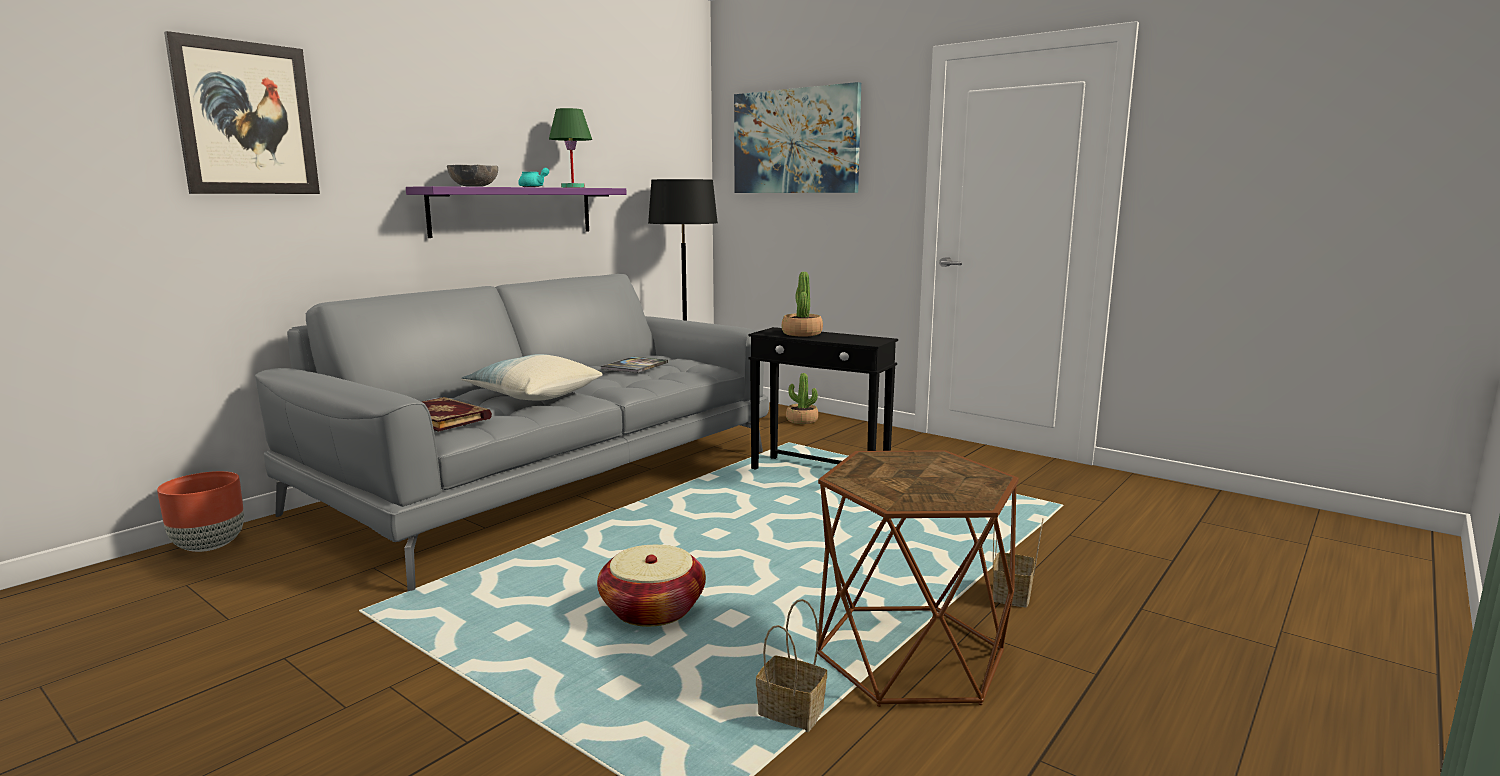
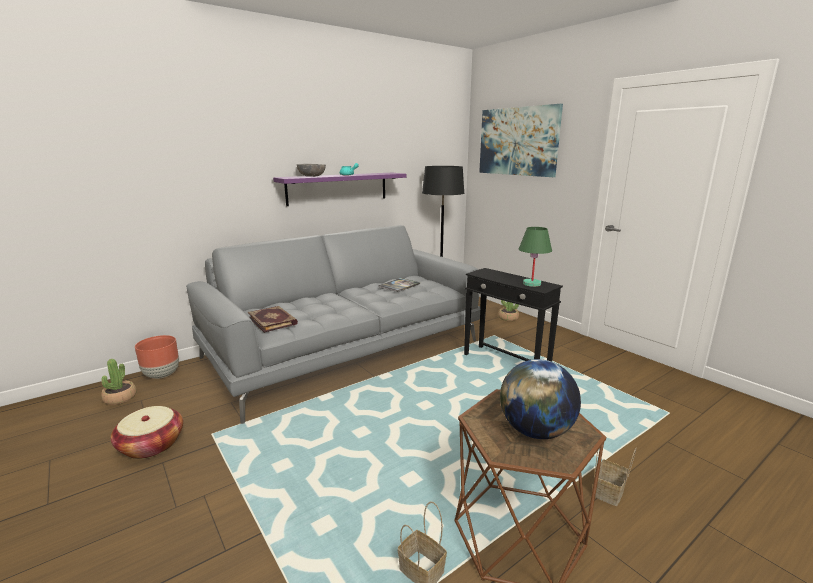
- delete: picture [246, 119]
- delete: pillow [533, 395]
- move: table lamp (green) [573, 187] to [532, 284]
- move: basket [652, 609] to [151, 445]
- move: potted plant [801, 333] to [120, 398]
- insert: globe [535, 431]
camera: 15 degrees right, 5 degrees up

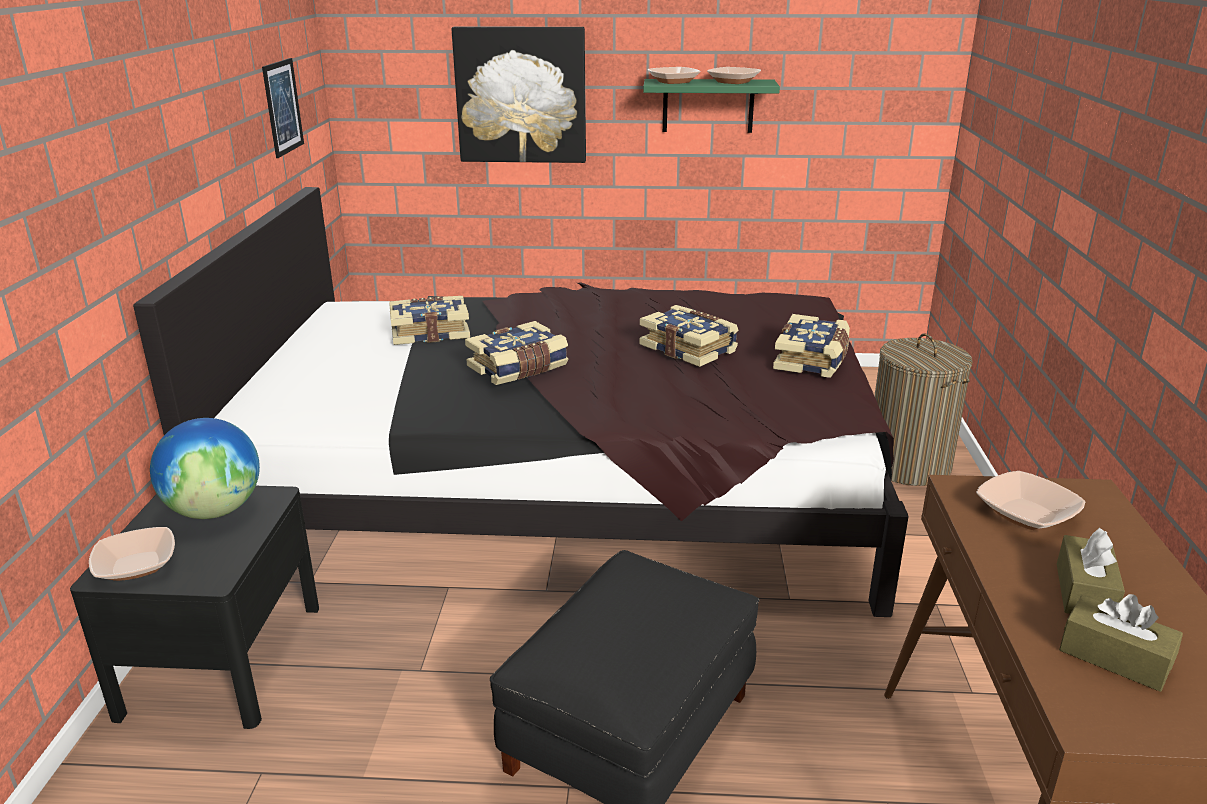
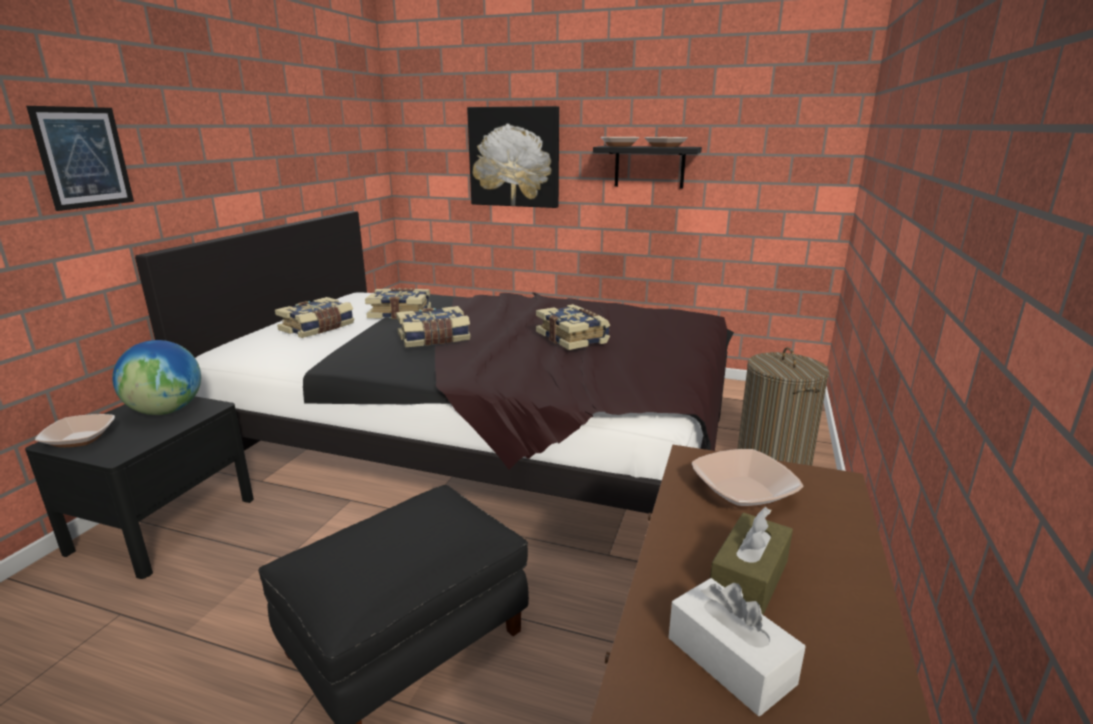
- move: picture [283, 107] to [83, 157]
- recolor: shelf (green) [708, 105] to shelf (black) [649, 167]
- move: book [812, 360] to [318, 328]
- recolor: tissue box (brown) [1114, 657] to tissue box (white) [730, 660]
camera: 15 degrees right, 5 degrees down

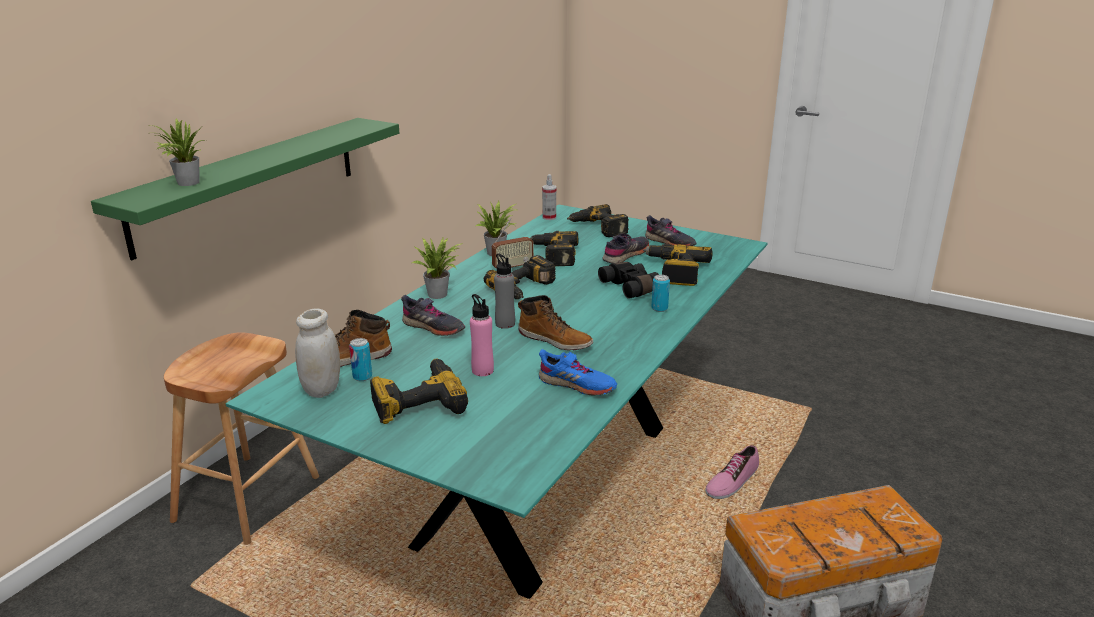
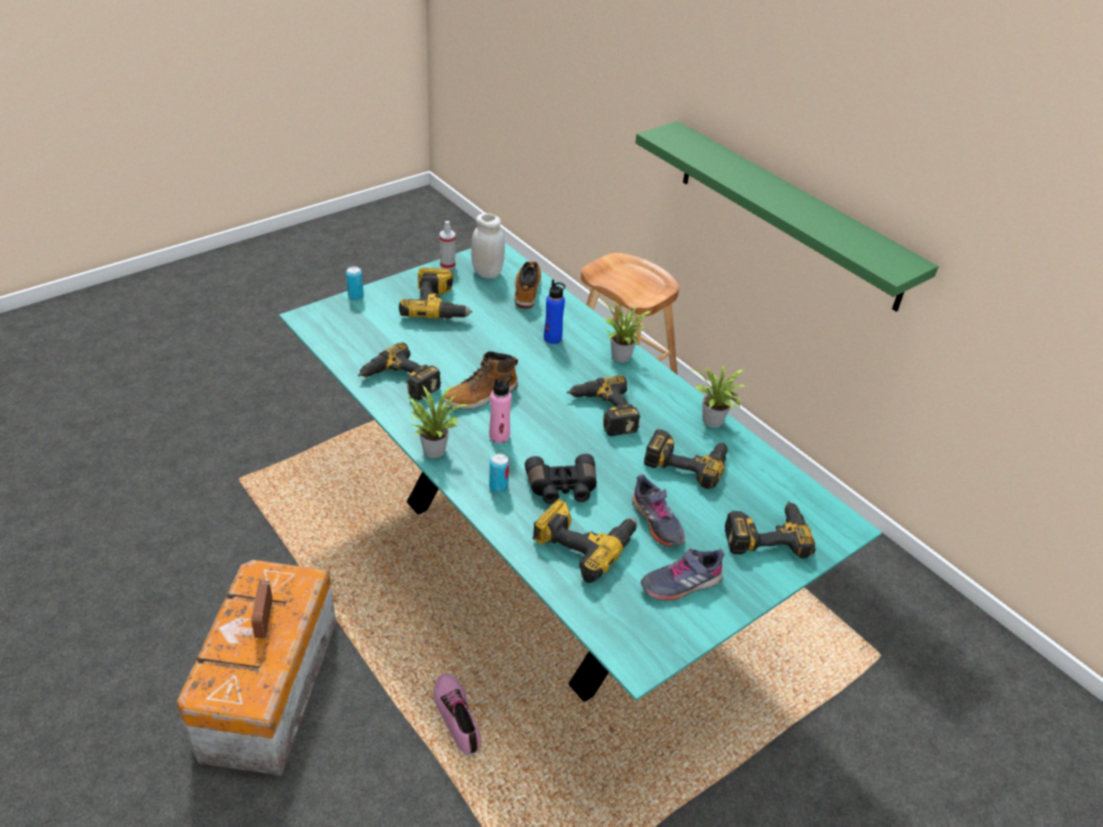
- move: potted plant [185, 183] to [434, 448]
- move: can [362, 376] to [355, 296]
- replace: shoe (grey) [433, 327] to bottle (blue) [552, 338]
- move: bottle (pink) [482, 370] to [499, 436]
- move: radio [512, 267] to [265, 621]
- delete: bottle (grey) [505, 324]
- replace: shoe (blue) [577, 385] to power drill [399, 382]
- move: spray bottle [549, 217] to [447, 265]
camera: 110 degrees right, 15 degrees up

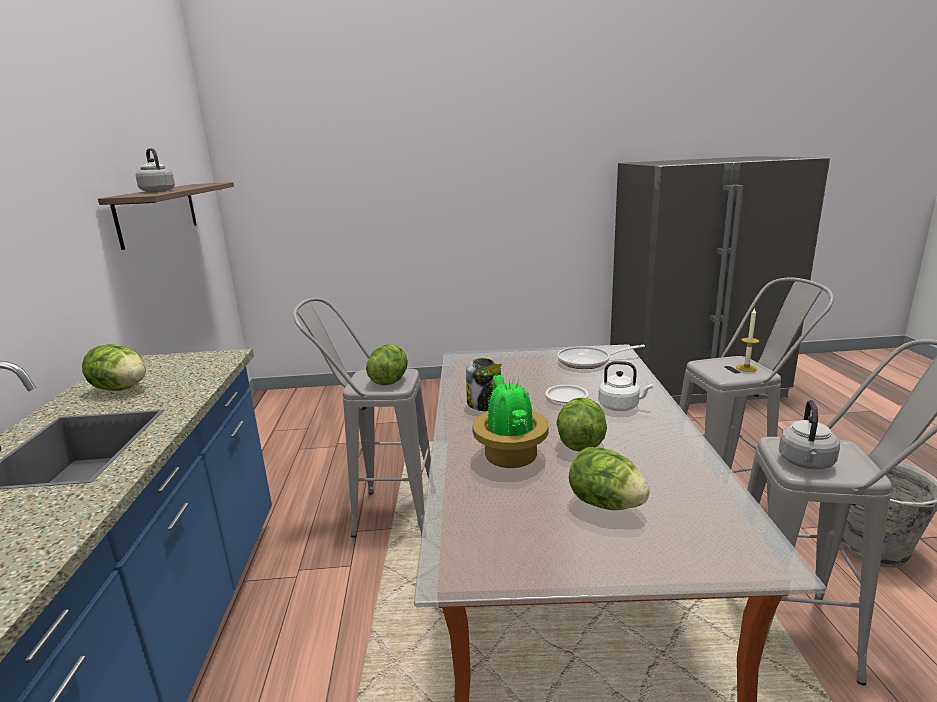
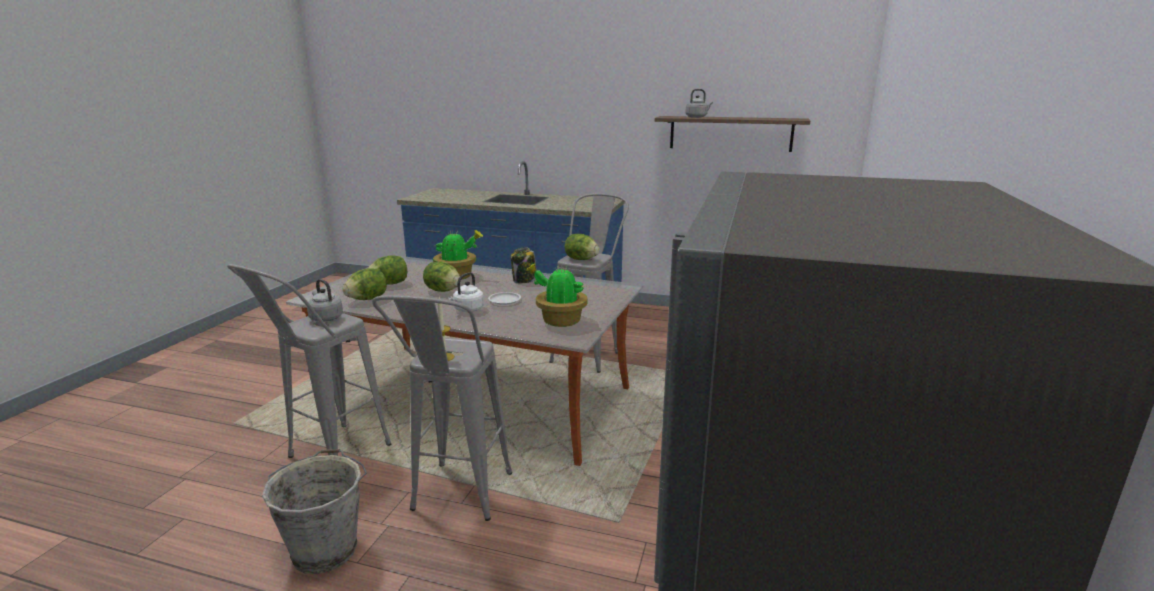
- move: lettuce [121, 389] to [367, 299]
- replace: frying pan [588, 362] to potted plant [559, 321]
camera: 110 degrees right, 0 degrees up

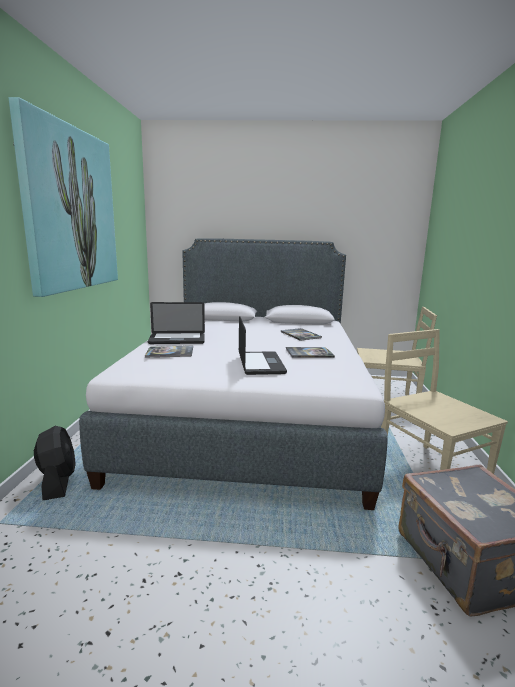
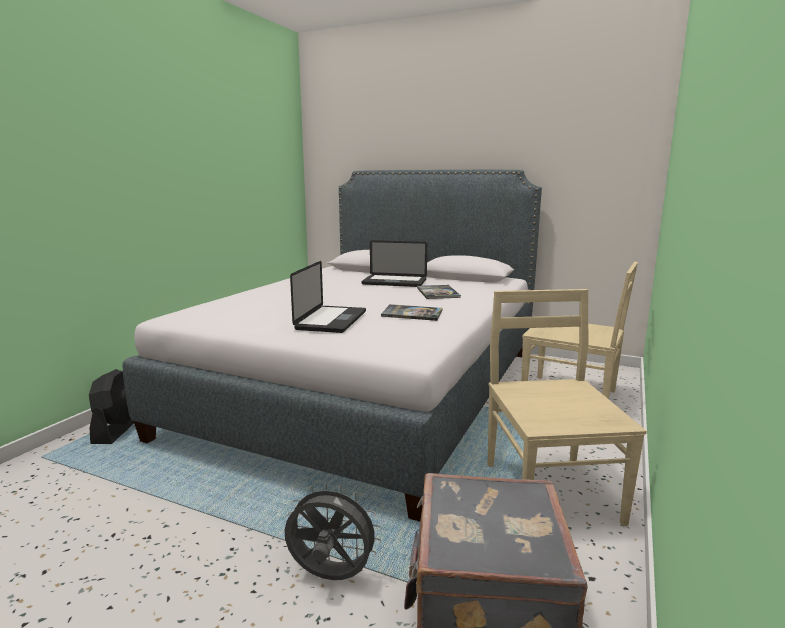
- delete: picture [70, 210]
- delete: book [170, 352]
- move: laptop [177, 339] to [394, 282]
- insert: fan (grey) [330, 577]
camera: 20 degrees right, 0 degrees up

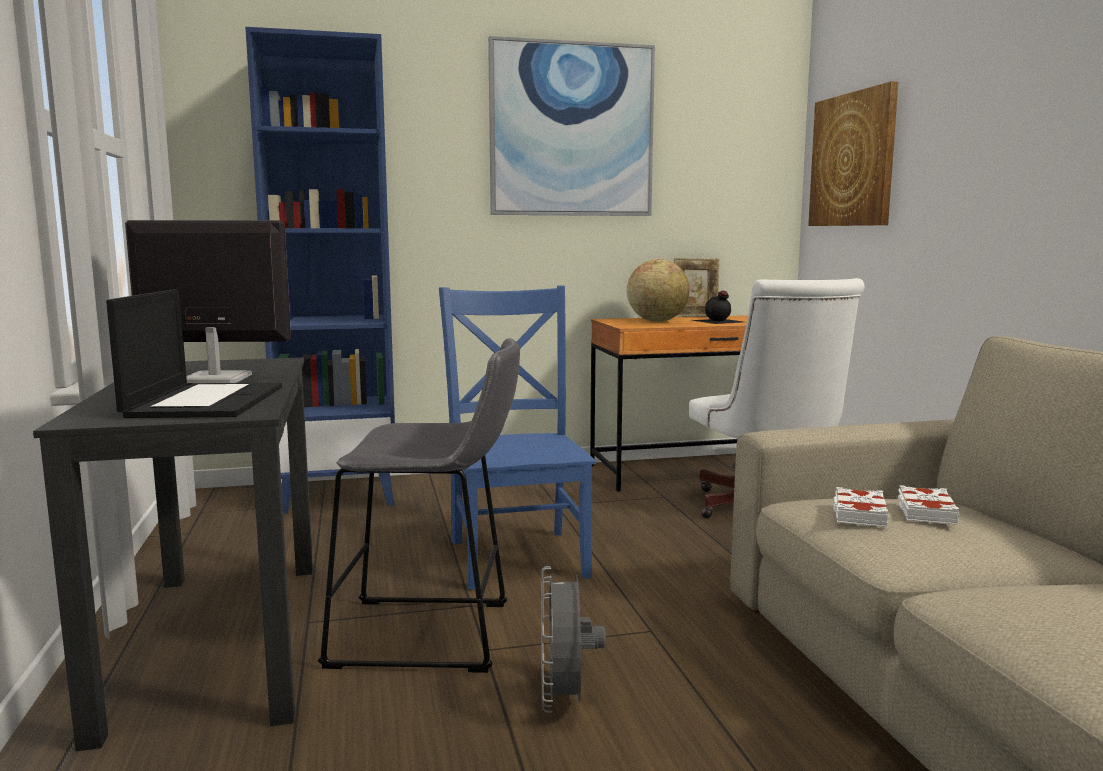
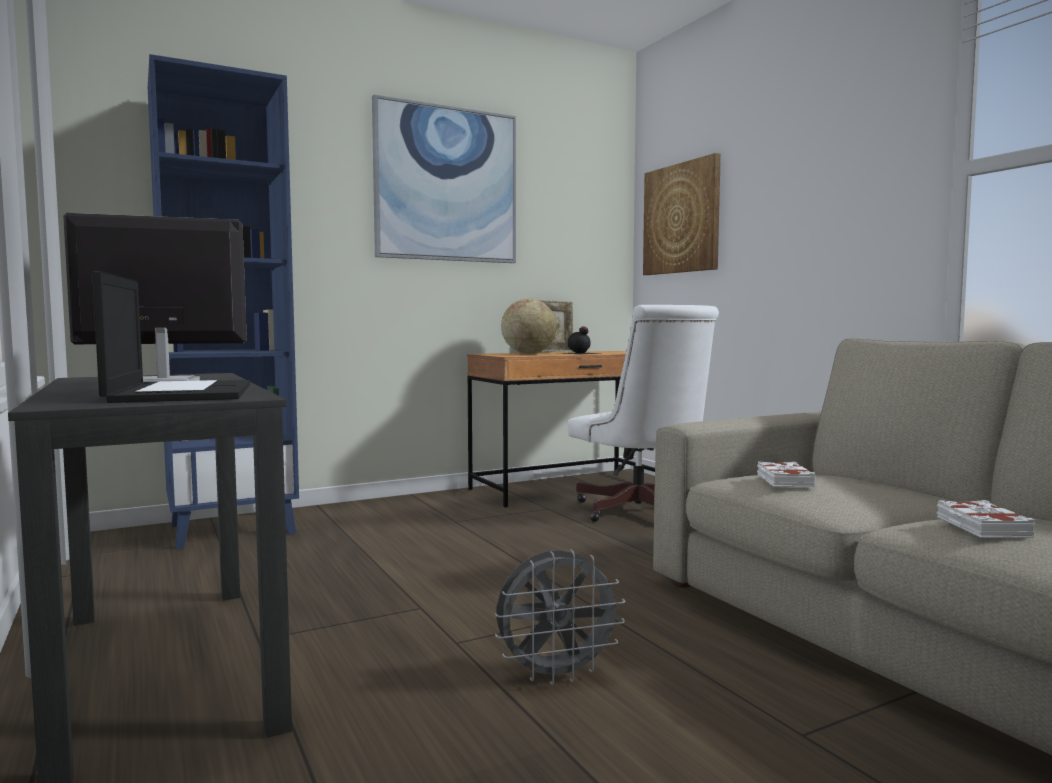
- delete: stool (grey) [431, 635]
- delete: chair (blue) [518, 555]
- rotate: fan (grey) [564, 701] = [556, 675] 90 degrees counterclockwise
- move: book (white) [925, 512] to [981, 527]
camera: 15 degrees left, 5 degrees down

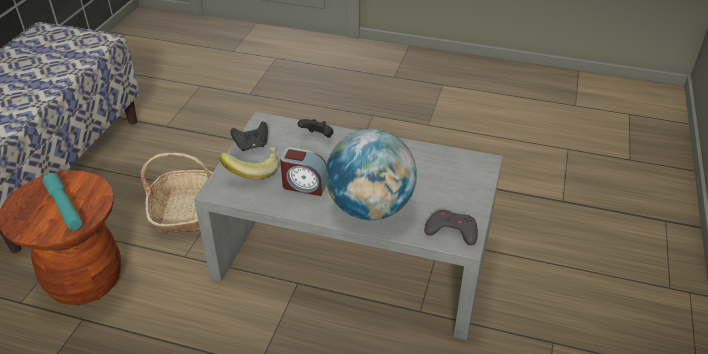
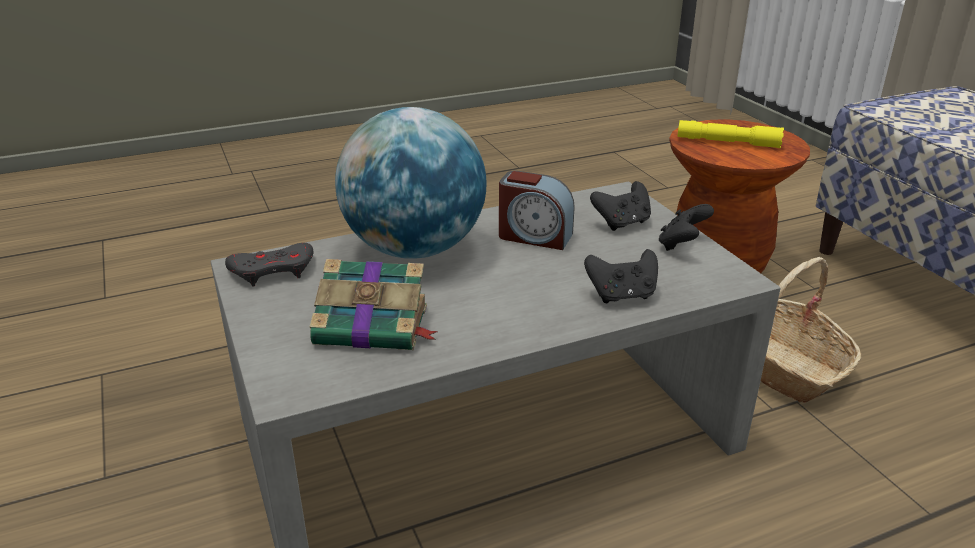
- recolor: flashlight (turquoise) [64, 207] to flashlight (yellow) [728, 142]
- replace: banana [253, 171] to game controller (black) [622, 223]
- rotate: alarm clock [304, 185] = [534, 236] 135 degrees counterclockwise
- insert: book [374, 326]
camera: 140 degrees right, 10 degrees down

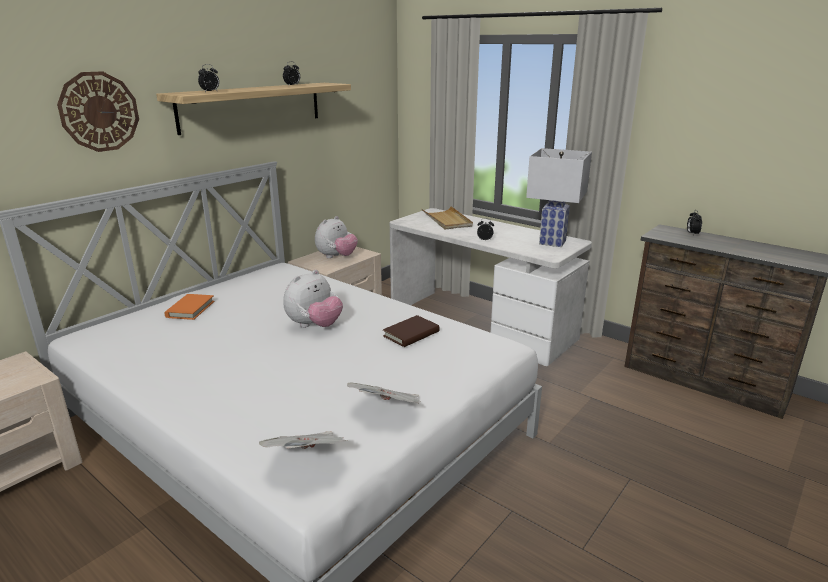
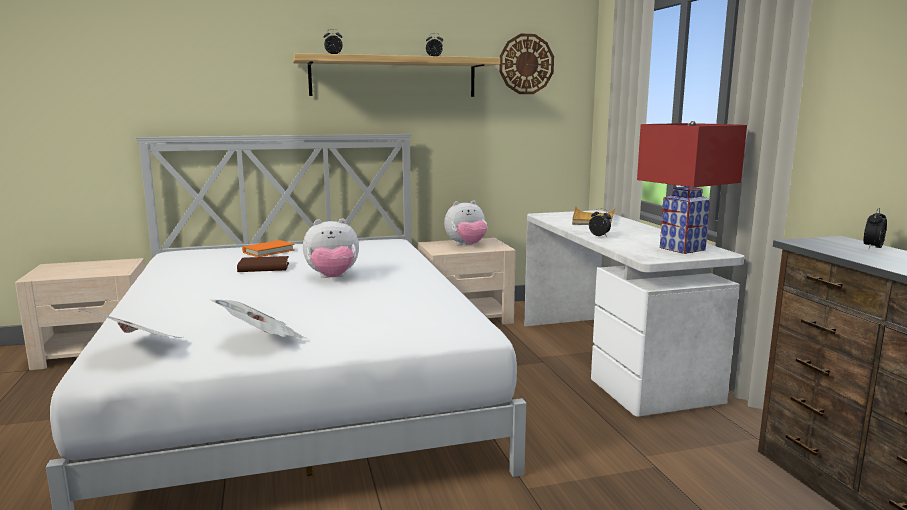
- move: wall clock [99, 112] to [526, 64]
- move: book (brown) [411, 334] to [263, 267]
- recolor: table lamp (white) [553, 242] to table lamp (red) [683, 249]
camera: 35 degrees right, 10 degrees down

